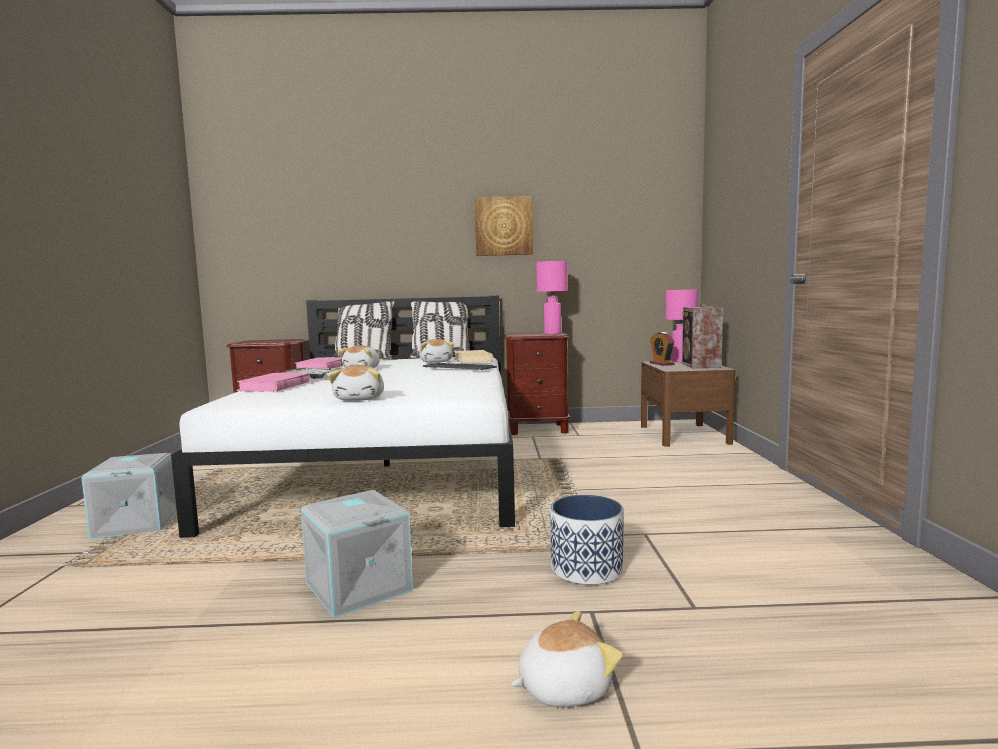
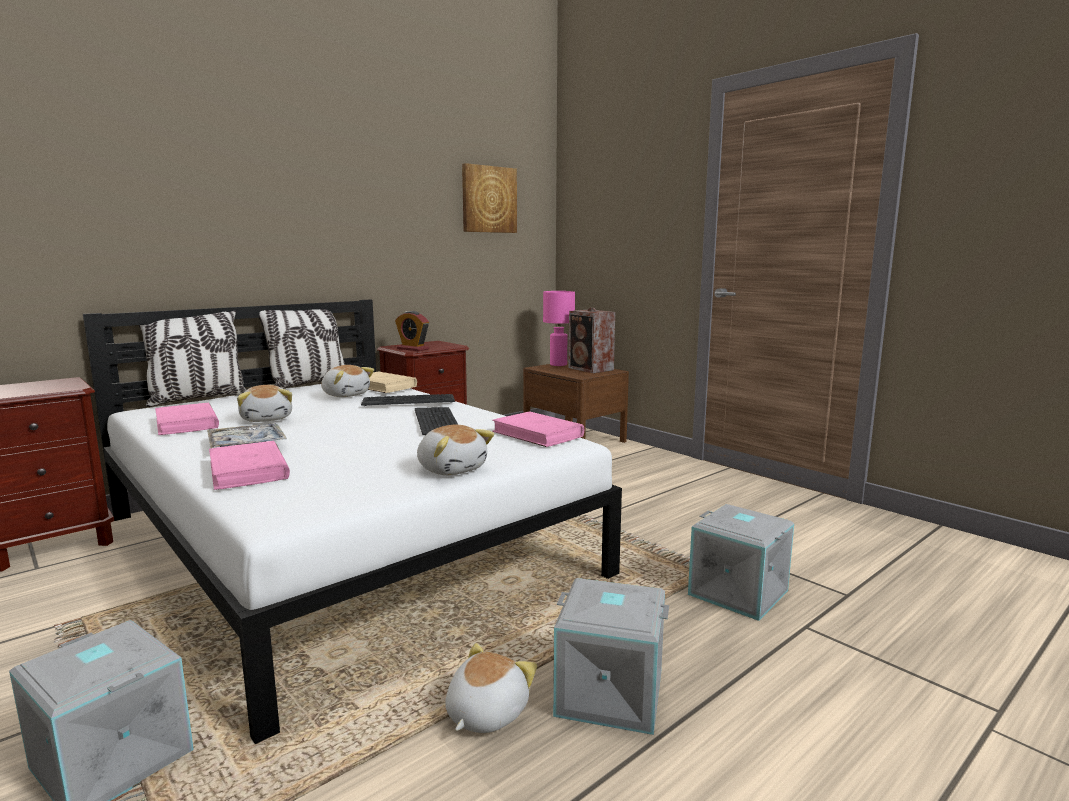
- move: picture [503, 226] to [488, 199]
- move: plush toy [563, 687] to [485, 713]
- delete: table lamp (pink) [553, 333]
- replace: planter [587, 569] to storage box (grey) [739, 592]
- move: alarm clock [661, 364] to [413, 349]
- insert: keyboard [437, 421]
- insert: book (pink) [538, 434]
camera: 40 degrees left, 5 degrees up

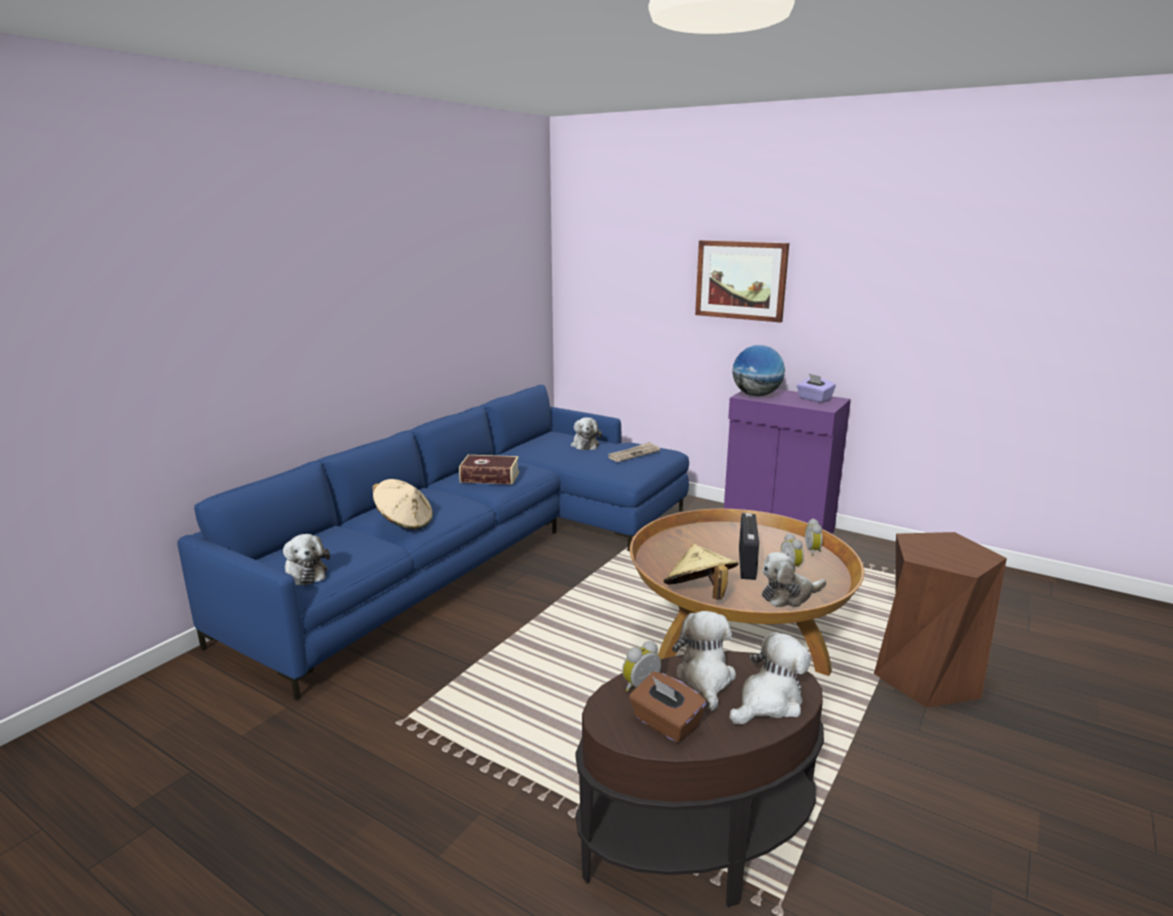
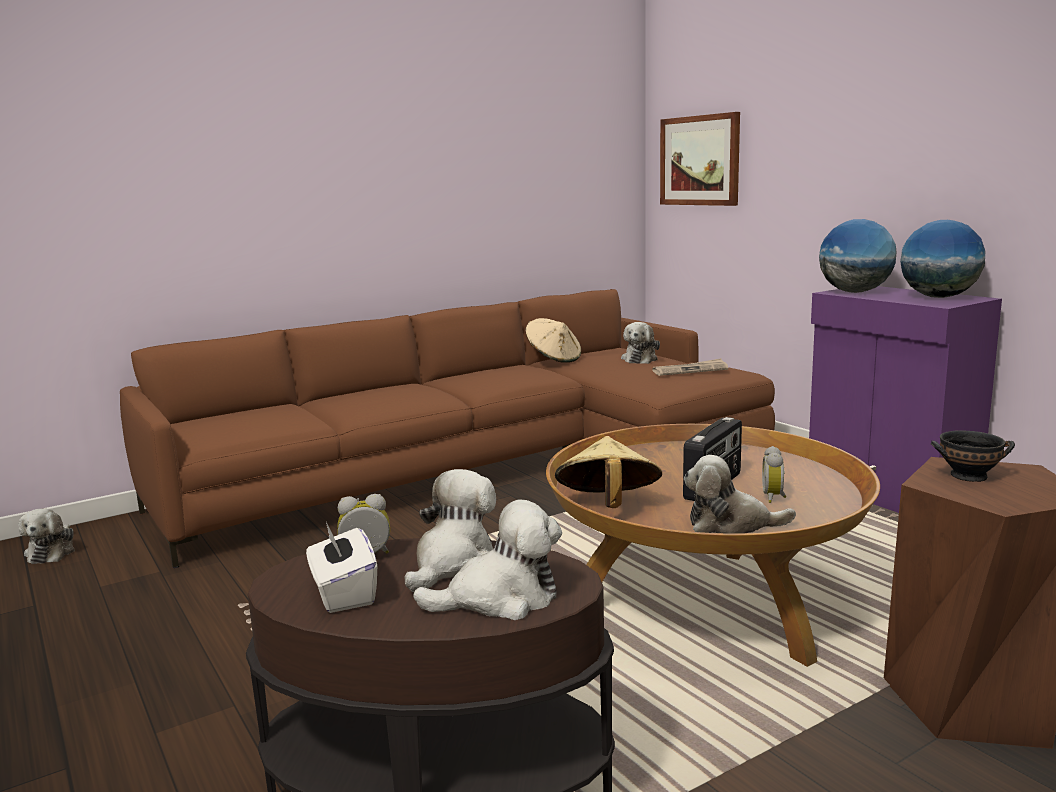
- recolor: sofa (blue) [484, 551] to sofa (brown) [483, 470]
- move: plush toy [304, 573] to [52, 552]
- move: hat (beige) [404, 522] to [553, 359]
- delete: book [490, 477]
- recolor: tissue box (brown) [665, 724] to tissue box (white) [343, 594]
- move: picture [741, 280] to [700, 160]
- replace: tissue box (purple) [814, 399] to globe [938, 297]
- delete: alarm clock [813, 551]
- insert: bowl (black) [970, 476]
camera: 25 degrees right, 5 degrees down

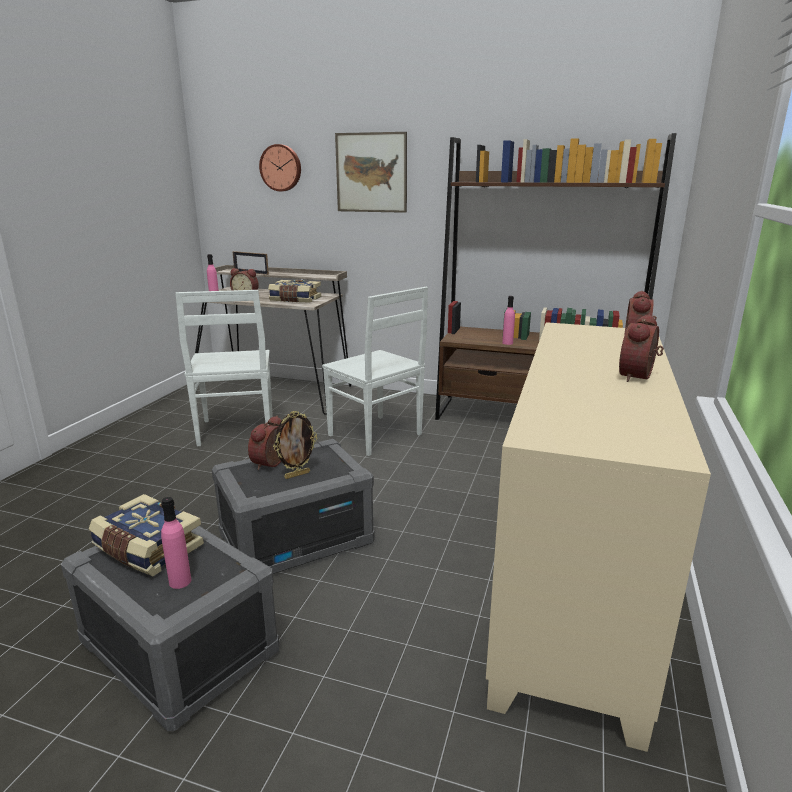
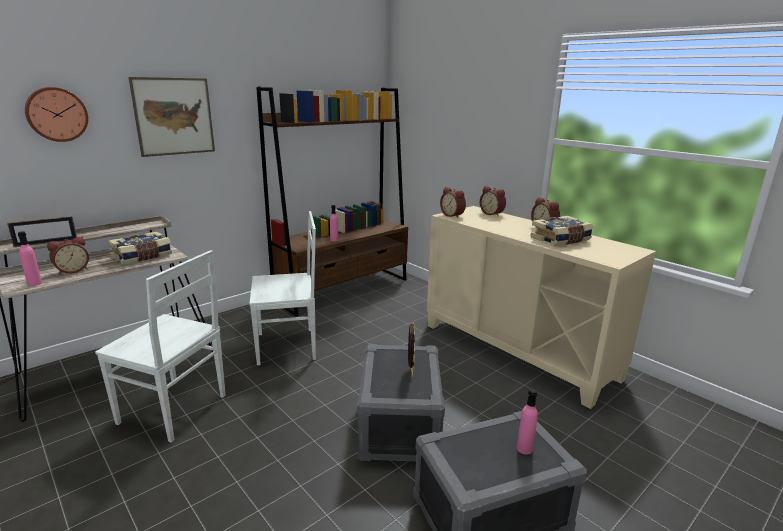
- move: book [147, 549] to [561, 240]
- move: alarm clock [272, 464] to [453, 215]
camera: 60 degrees left, 0 degrees up

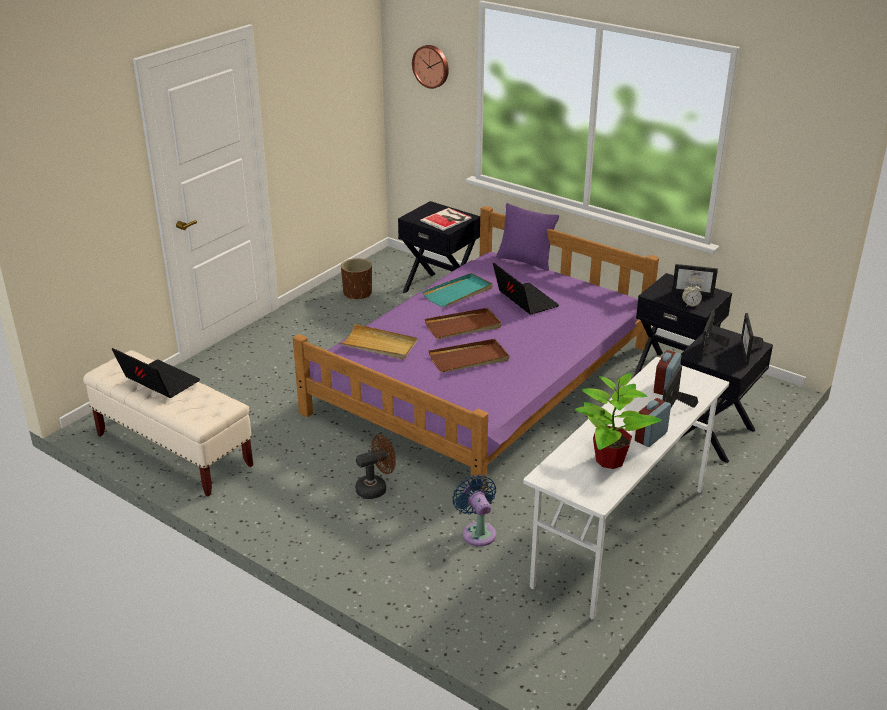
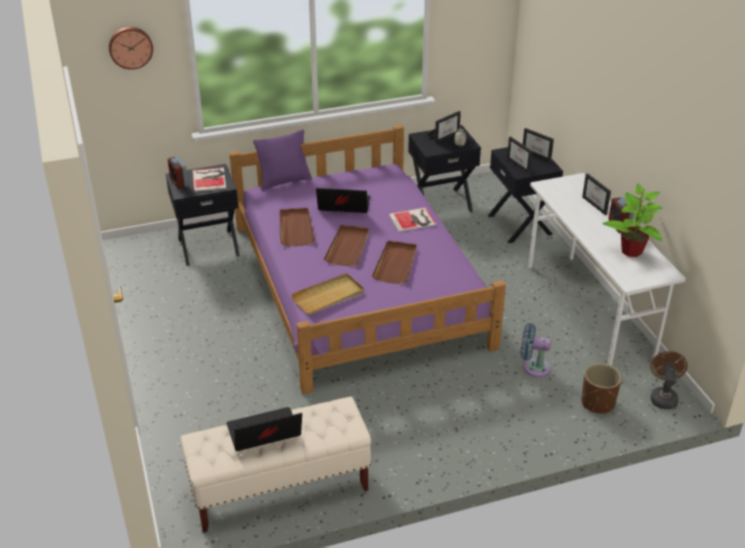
- move: planter (brown) [357, 293] to [598, 403]
- move: fan (brown) [376, 488] to [663, 397]
- recolor: tray (turquoise) [458, 292] to tray (brown) [296, 228]
- move: alarm clock [665, 387] to [179, 182]
- insert: book [413, 220]
camera: 55 degrees left, 5 degrees up

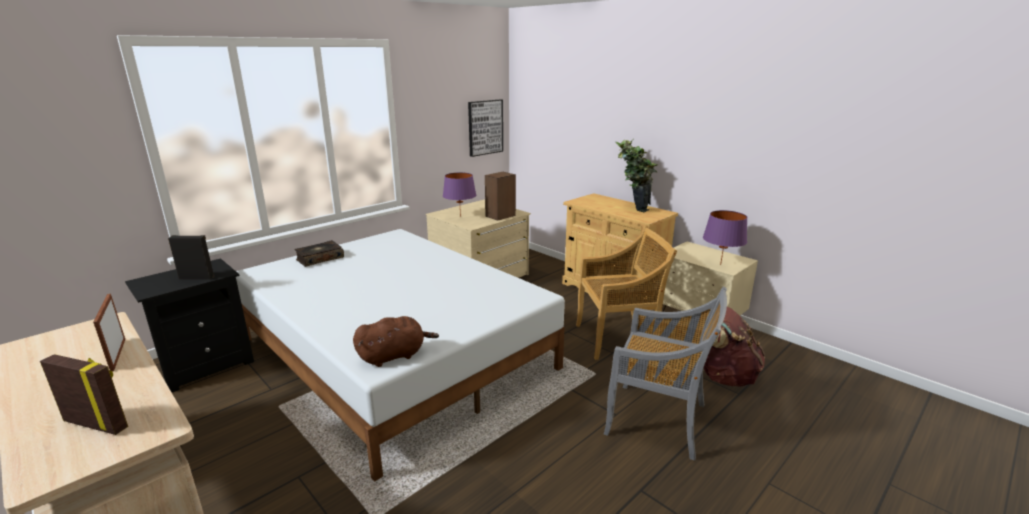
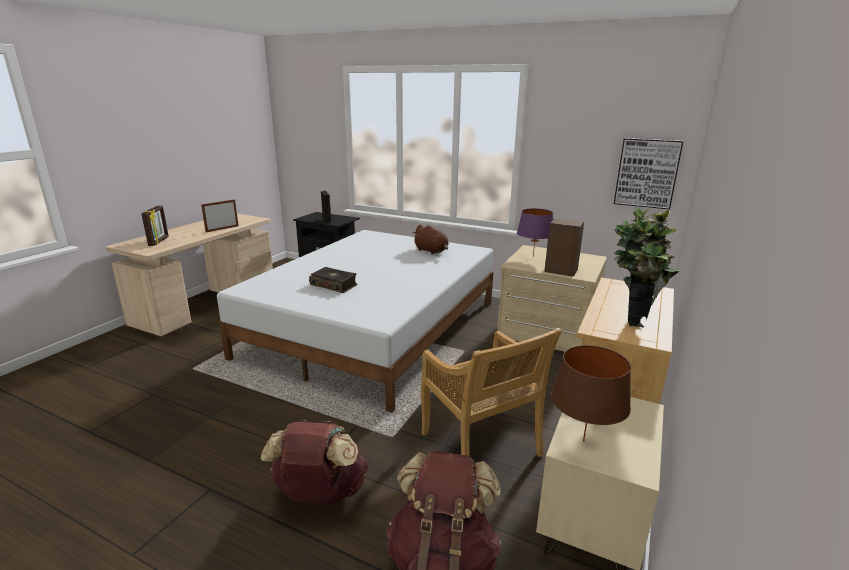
- move: book [320, 258] to [334, 285]
- move: plush toy (brown) [394, 355] to [432, 251]
- replace: chair (grey) [658, 420] to backpack (brown) [320, 494]
- recolor: table lamp (purple) [720, 264] to table lamp (brown) [583, 441]
camera: 70 degrees right, 0 degrees up

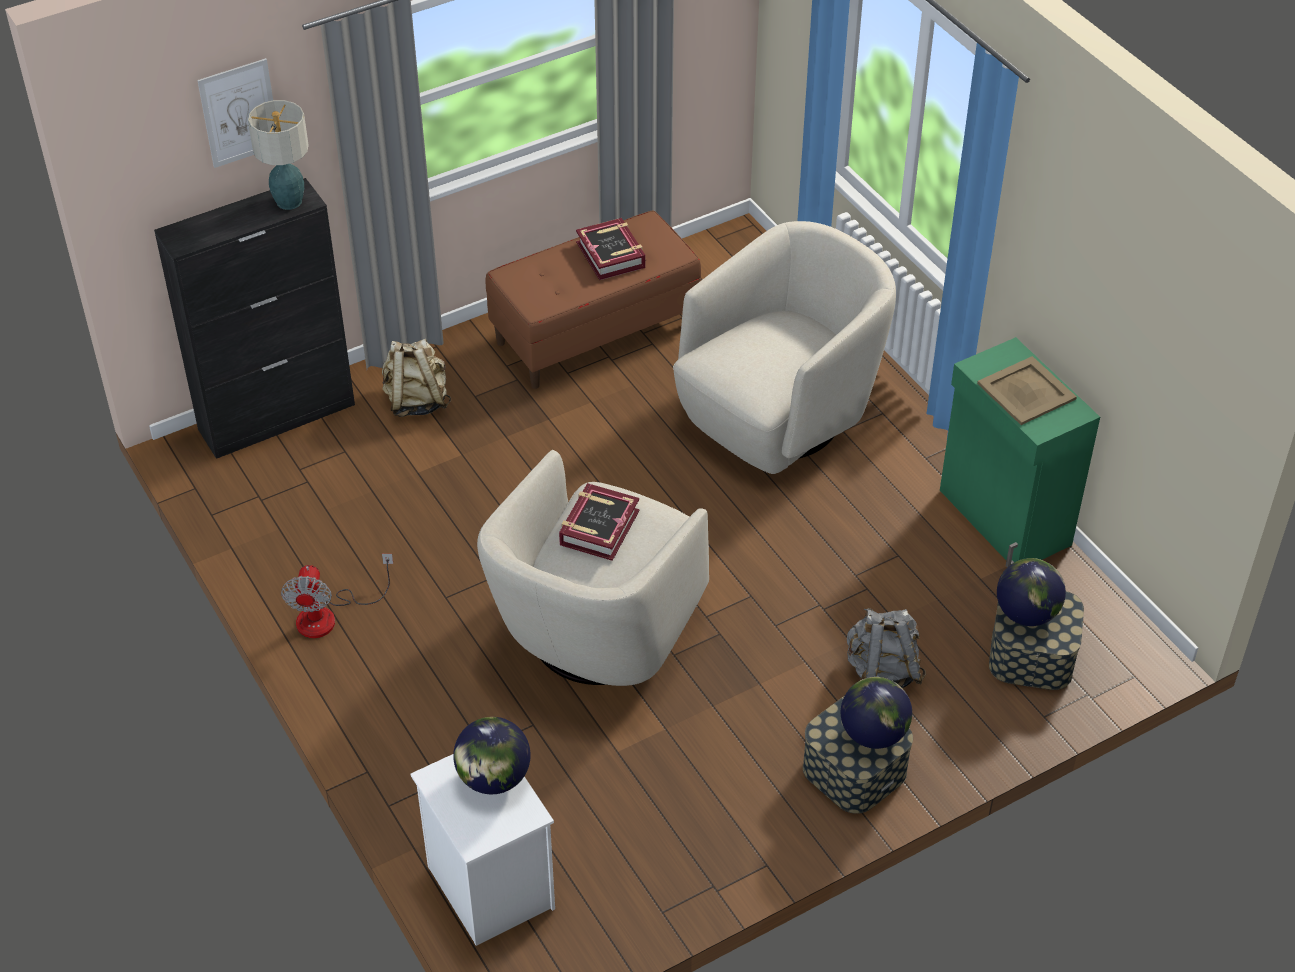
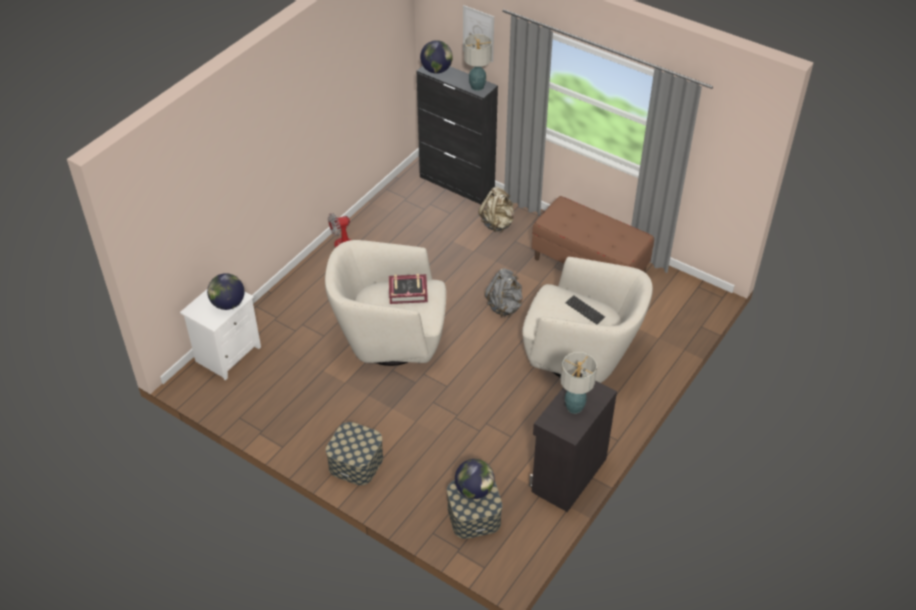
- delete: book [611, 255]
- move: globe [873, 734] to [436, 70]
- move: backpack (grey) [882, 672] to [505, 306]
- recolor: cabinet (green) [1003, 519] to cabinet (black) [567, 475]
- replace: tray (beige) [1026, 390] to table lamp [575, 407]
- insert: keyboard [585, 310]
camera: 65 degrees right, 0 degrees up

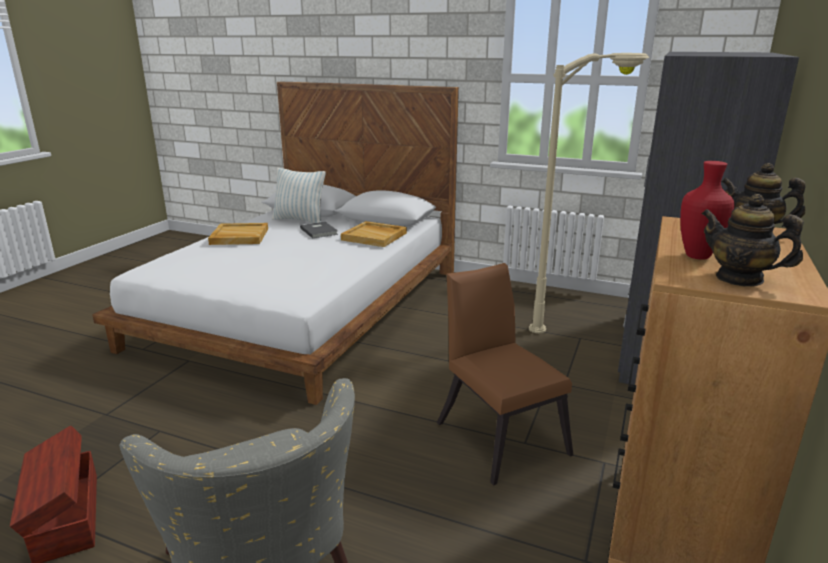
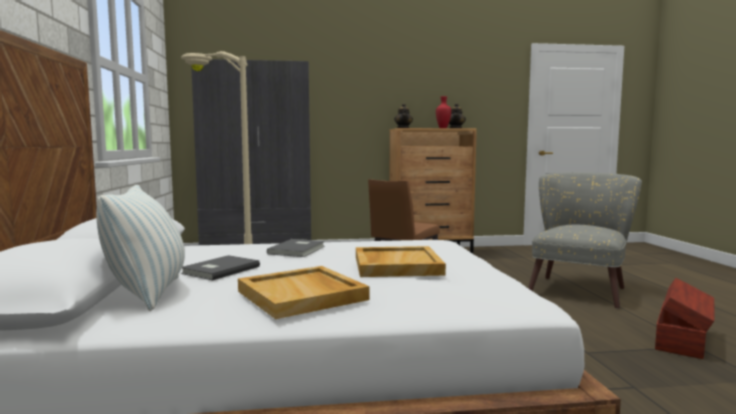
- move: tray (beige) [375, 236] to [396, 265]
- insert: book (grey) [298, 250]
camera: 120 degrees left, 15 degrees down

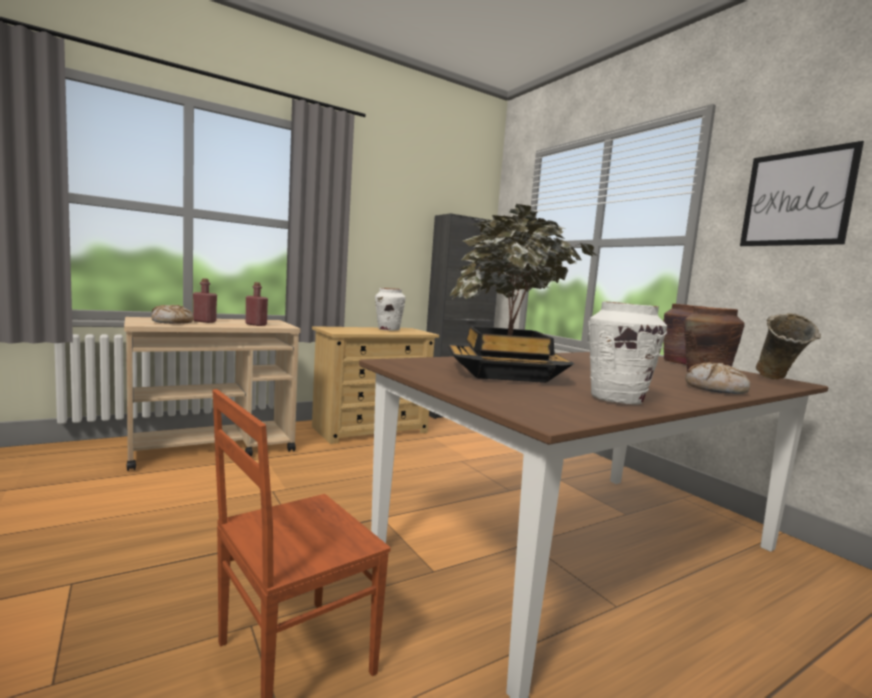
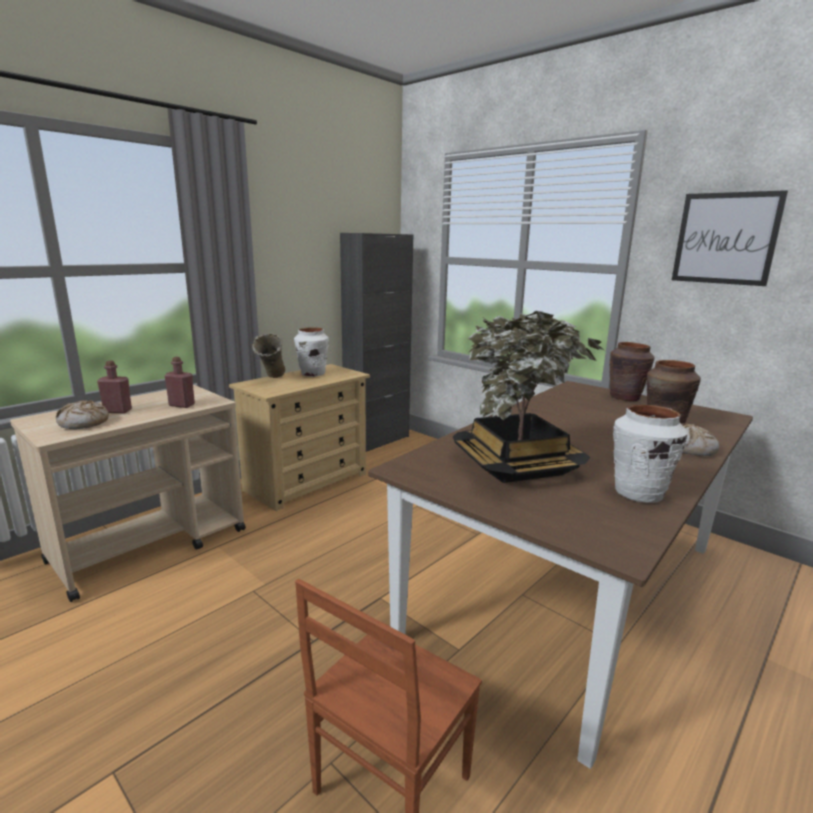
- move: vase (beige) [778, 381] to [272, 380]
camera: 15 degrees left, 10 degrees up

